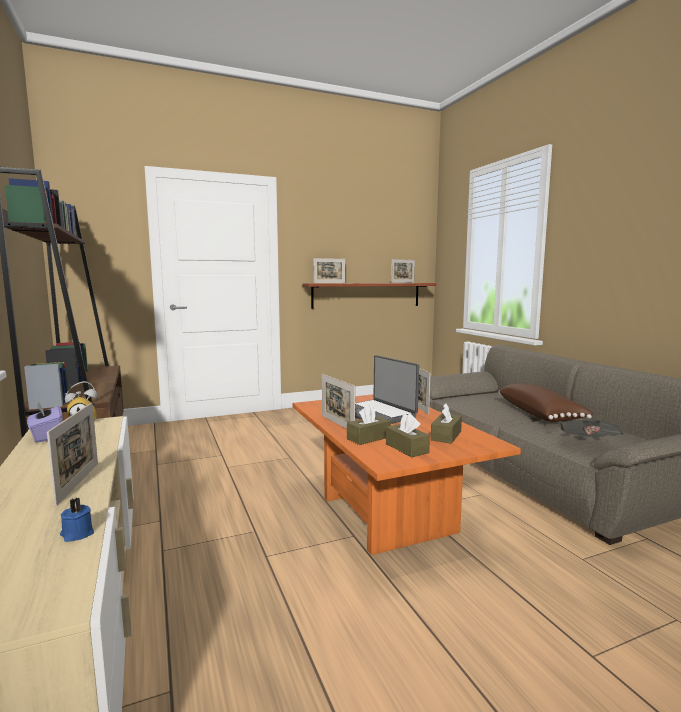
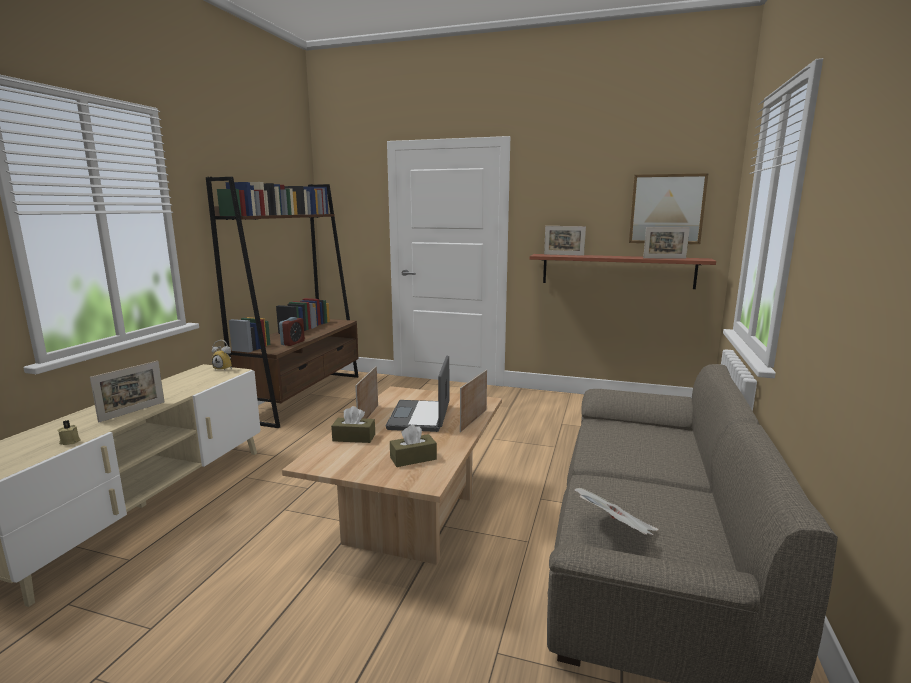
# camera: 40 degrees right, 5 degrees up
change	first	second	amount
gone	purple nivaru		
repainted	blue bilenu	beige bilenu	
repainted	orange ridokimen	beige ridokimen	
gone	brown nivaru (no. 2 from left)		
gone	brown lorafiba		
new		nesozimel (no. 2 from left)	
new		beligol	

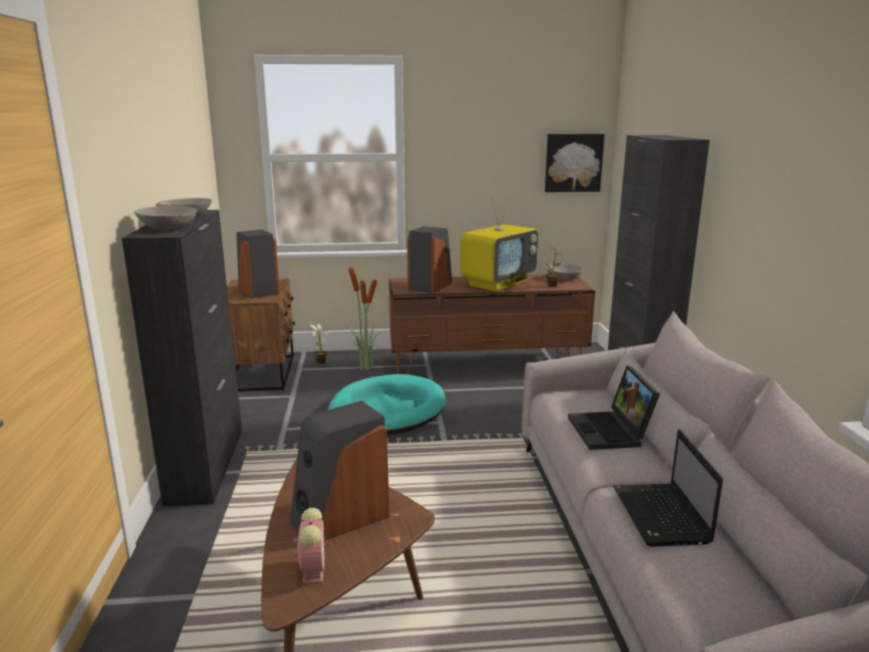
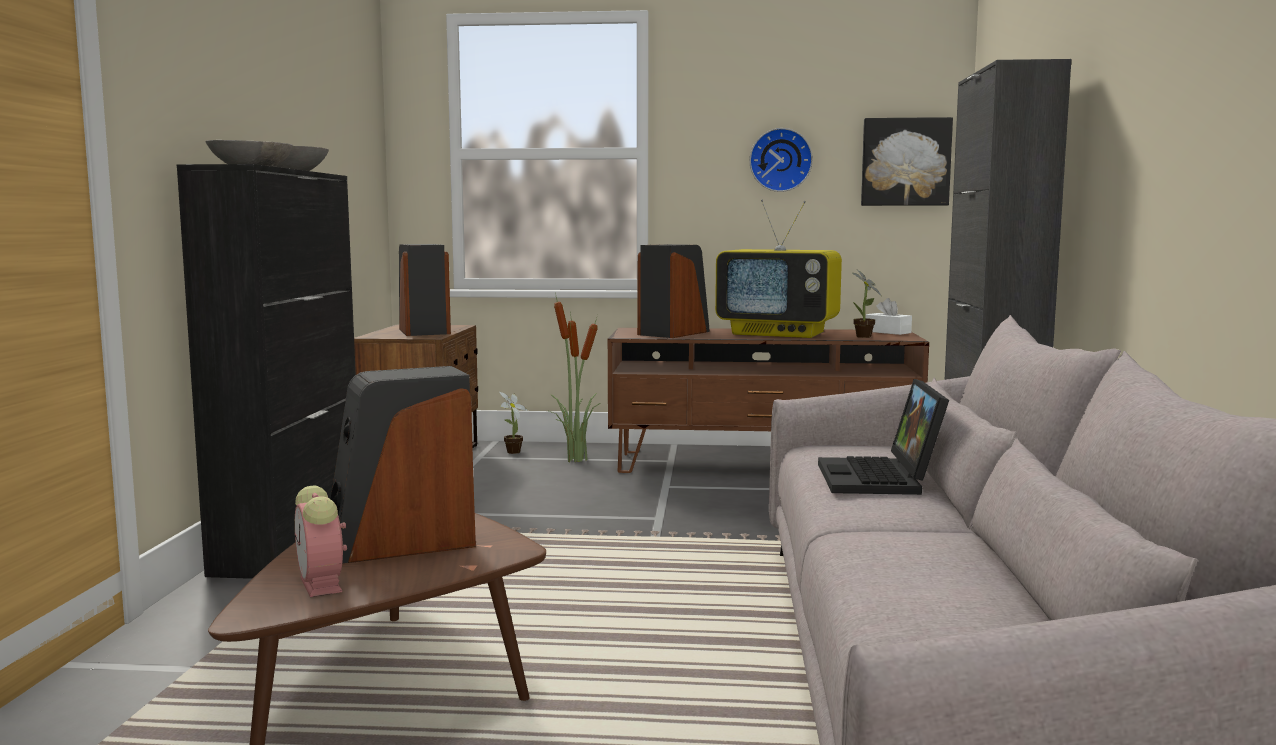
# camera: 10 degrees right, 10 degrees down
change	first	second	amount
rotated	nesozimel		150 degrees clockwise
gone	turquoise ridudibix		
rotated	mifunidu		60 degrees clockwise
swapped	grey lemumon (no. 3 from left)	white nivaru	
gone	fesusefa (no. 2 from left)		
new		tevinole	

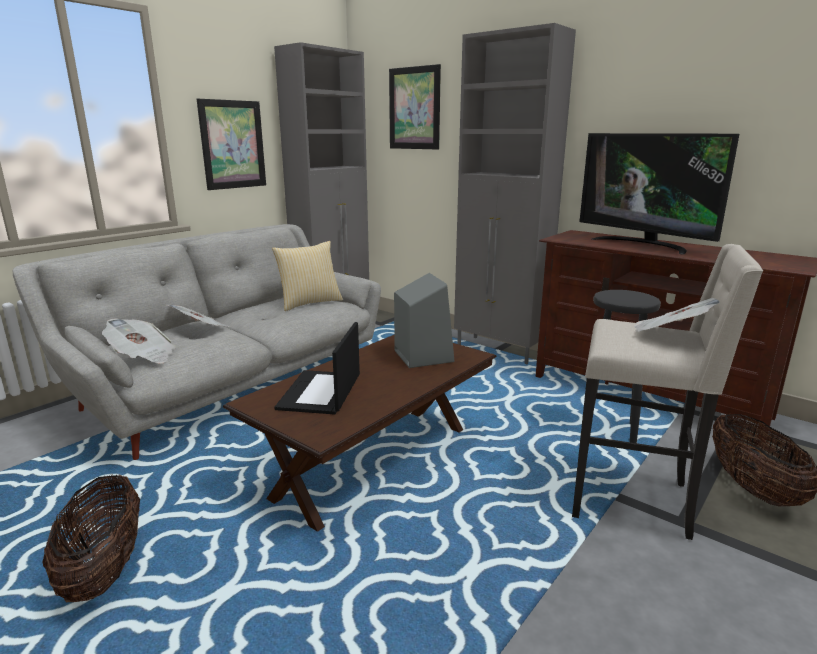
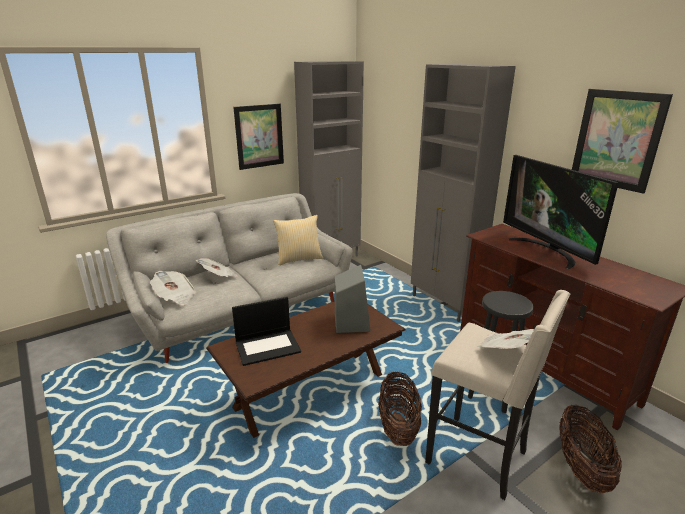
# camera: 15 degrees right, 5 degrees up
change	first	second	amount
shifted	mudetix (no. 1 from left)		
rotated	fesusefa		135 degrees counterclockwise
shifted	beligol (no. 2 from left)		

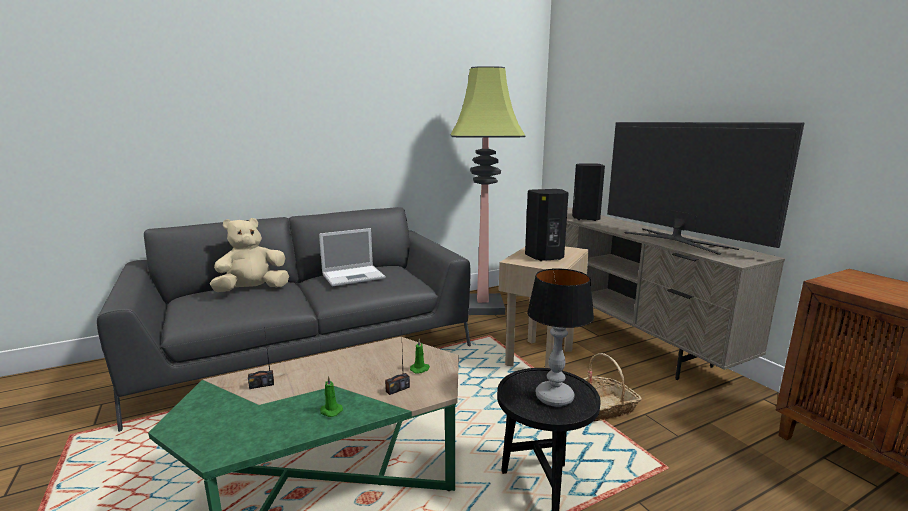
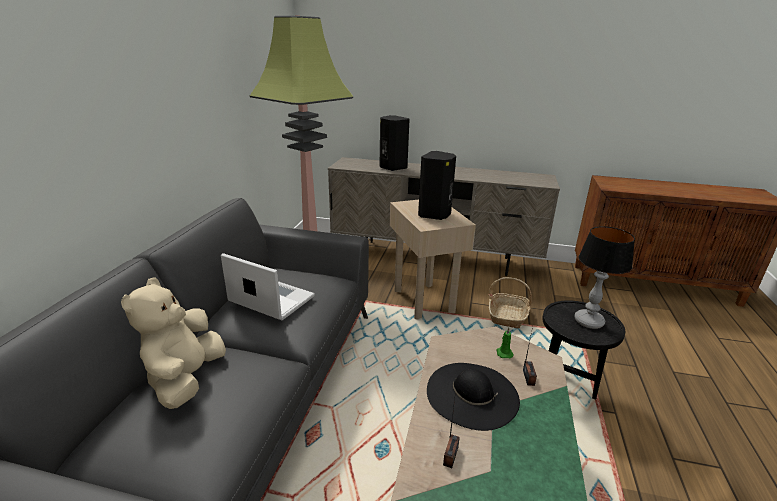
# camera: 50 degrees left, 10 degrees up
change	first	second	amount
rotated	fesusefa		75 degrees counterclockwise
gone	green bilenu (no. 1 from left)		
gone	mifunidu		
new		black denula	

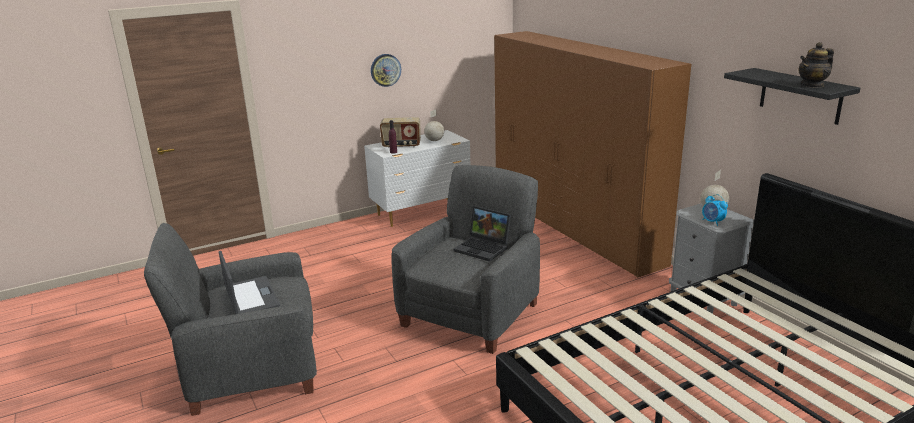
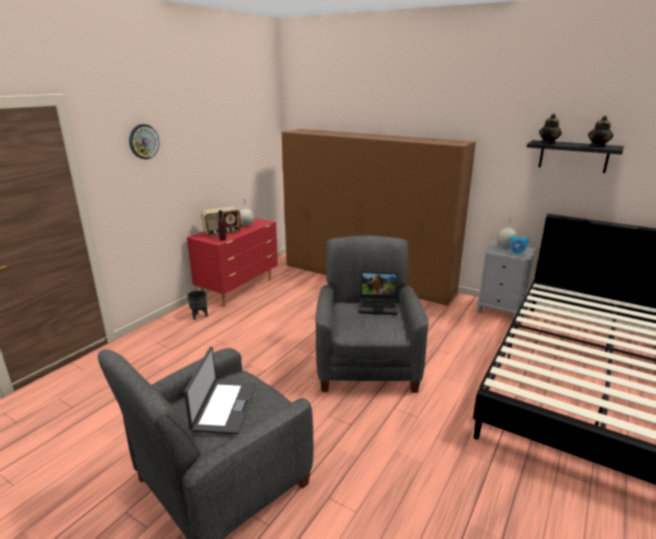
# camera: 30 degrees left, 0 degrees up
change	first	second	amount
rotated	fesusefa (no. 1 from left)		60 degrees clockwise
repainted	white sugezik	red sugezik	
shifted	tevinole		
new		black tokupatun	
new		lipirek (no. 1 from left)	

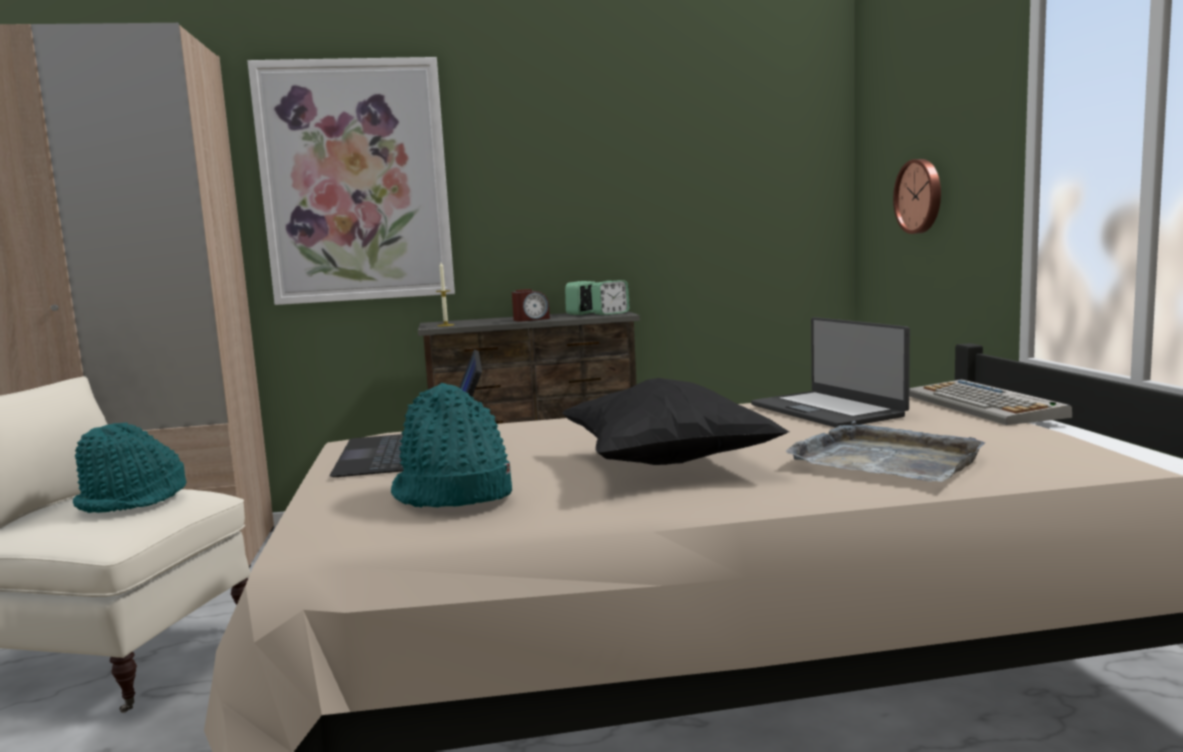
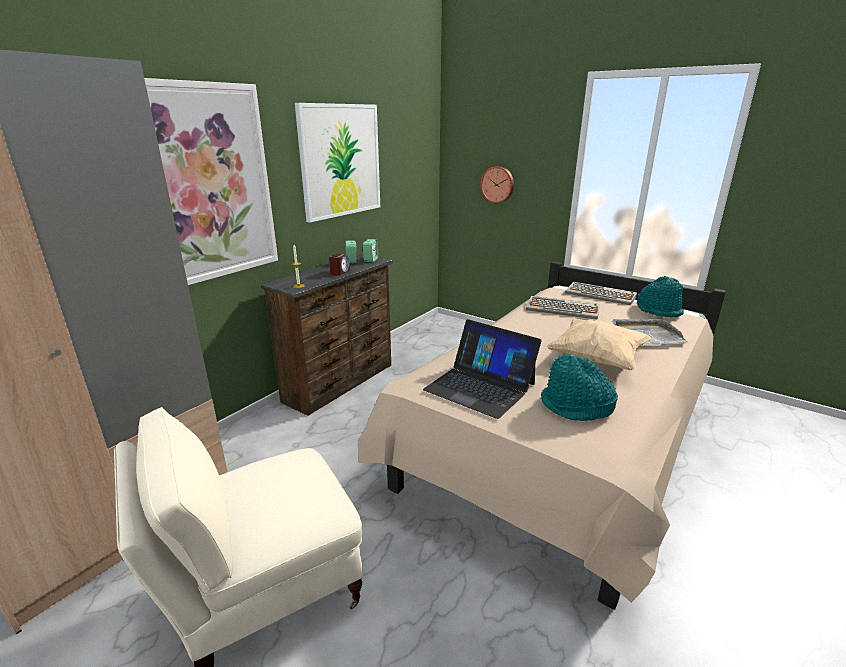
# camera: 45 degrees left, 15 degrees up
change	first	second	amount
shifted	turquoise denula (no. 1 from left in the first image)	turquoise denula (no. 2 from left)	
repainted	black lorafiba	beige lorafiba	
swapped	fesusefa (no. 2 from left)	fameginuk (no. 1 from left)	
new		beligol (no. 2 from left)	

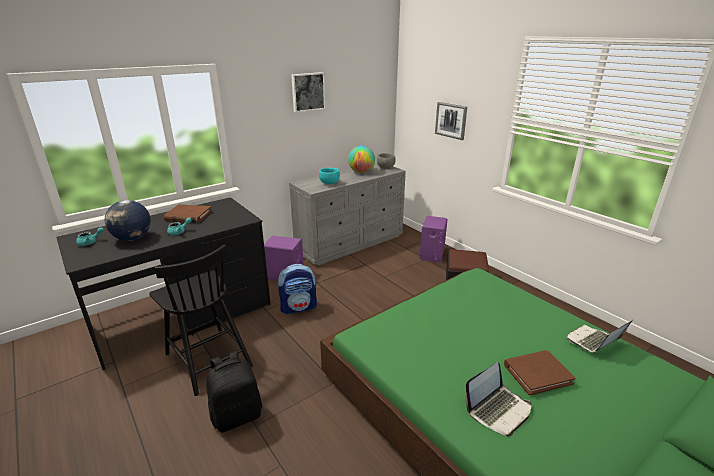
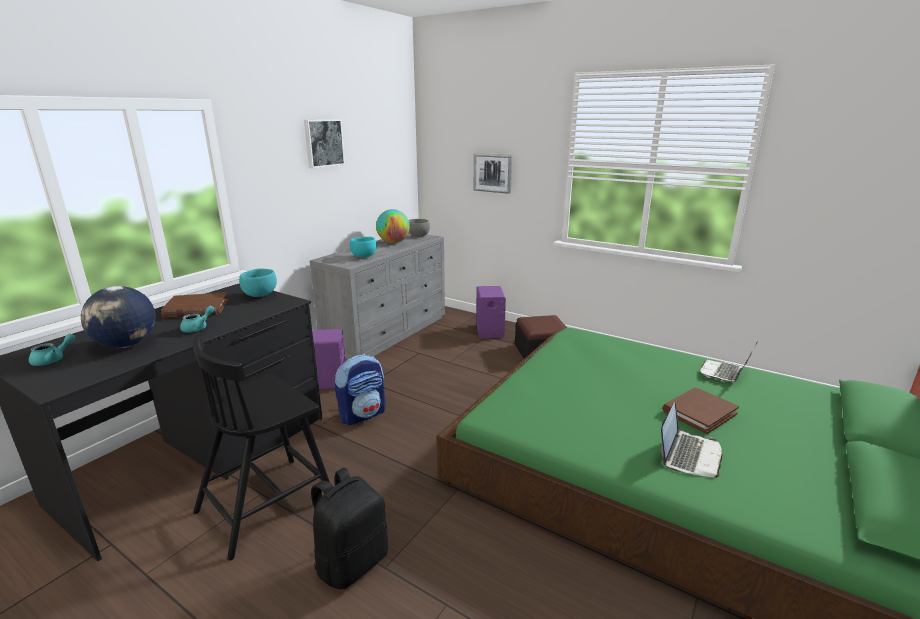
# camera: 20 degrees left, 5 degrees down
change	first	second	amount
rotated	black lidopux		105 degrees clockwise
new		turquoise lemumon (no. 1 from left)	

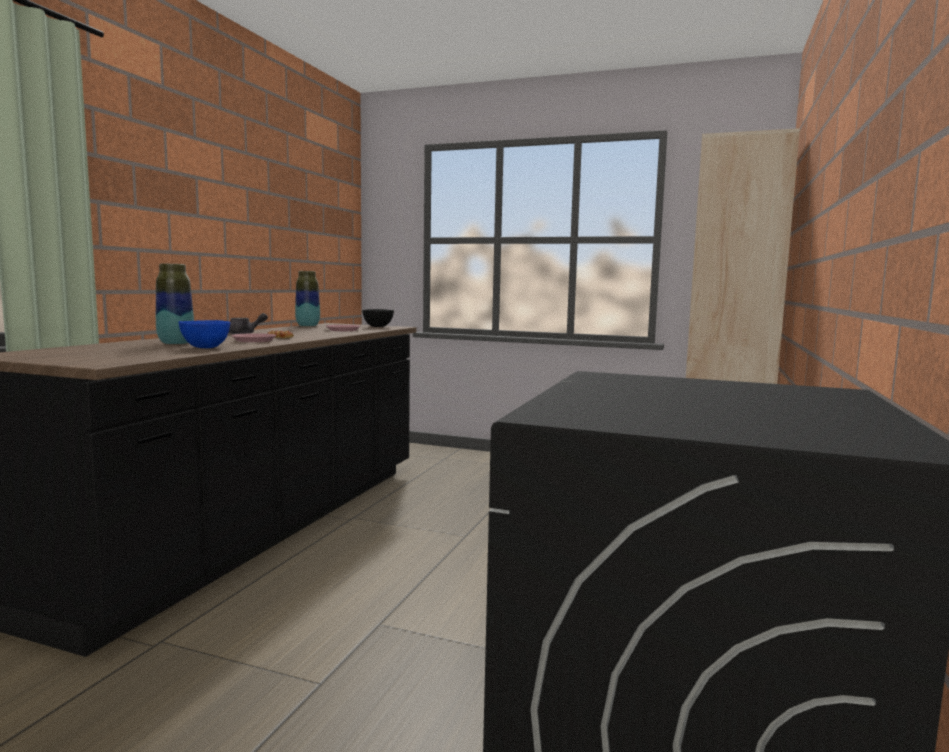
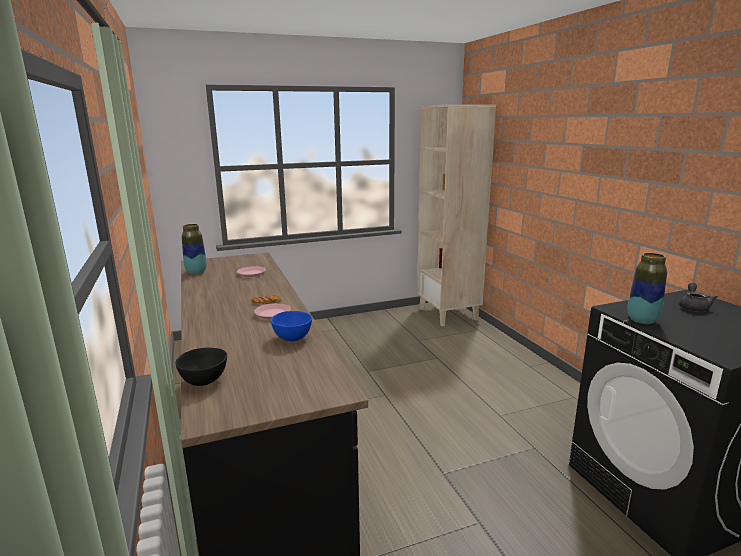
# camera: 40 degrees left, 10 degrees up
change	first	second	amount
shifted	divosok (no. 1 from left in the first image)	divosok (no. 2 from left)	
shifted	grey lipirek		
shifted	black lemumon		

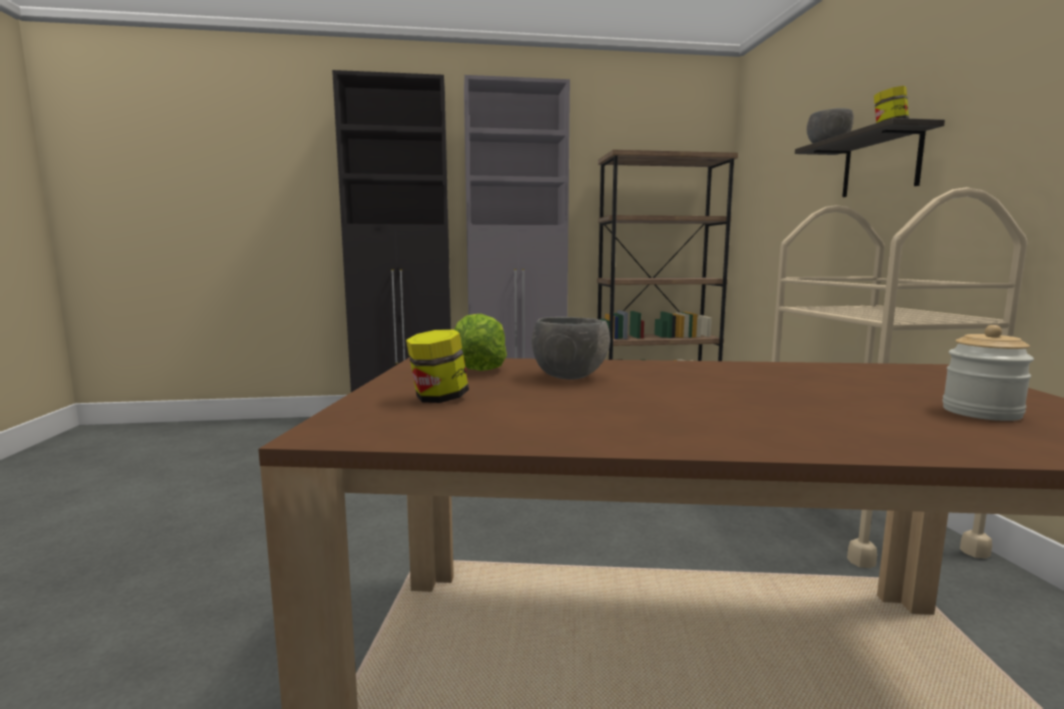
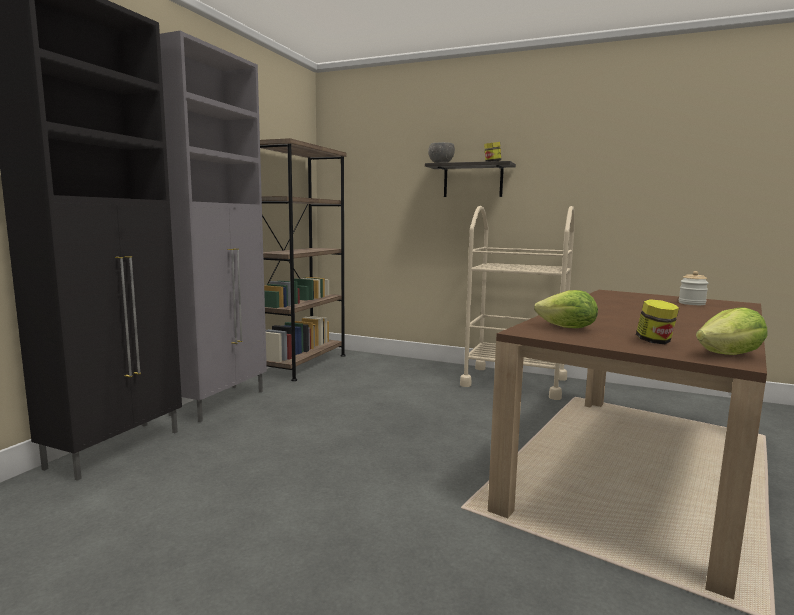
# camera: 60 degrees left, 0 degrees up
change	first	second	amount
gone	grey lemumon (no. 1 from left)		
new		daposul (no. 2 from left)	

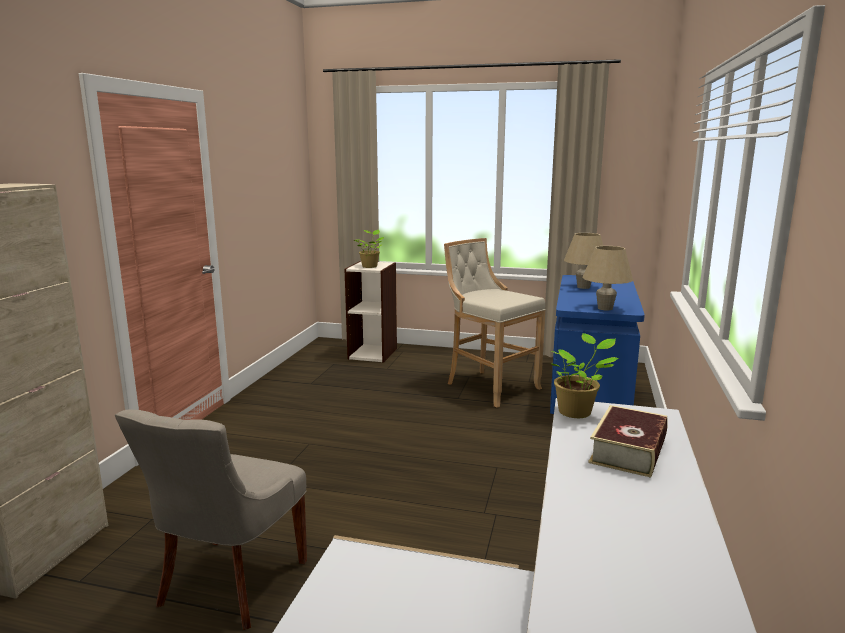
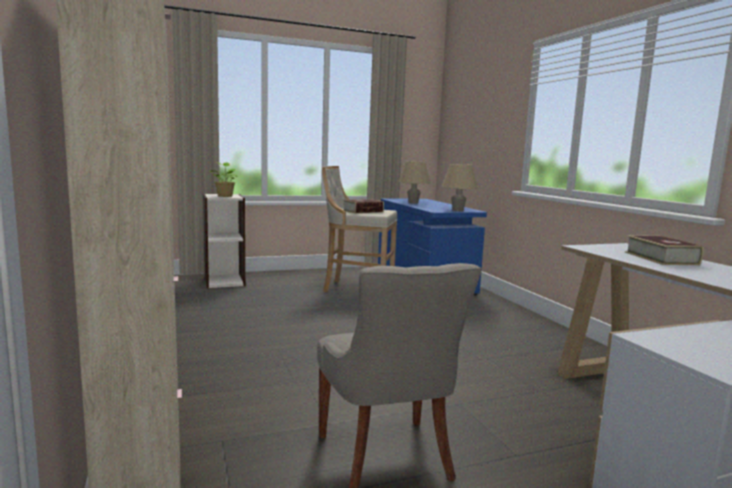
# camera: 35 degrees left, 5 degrees down
change	first	second	amount
gone	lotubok (no. 2 from left)		
new		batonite (no. 1 from left)	

